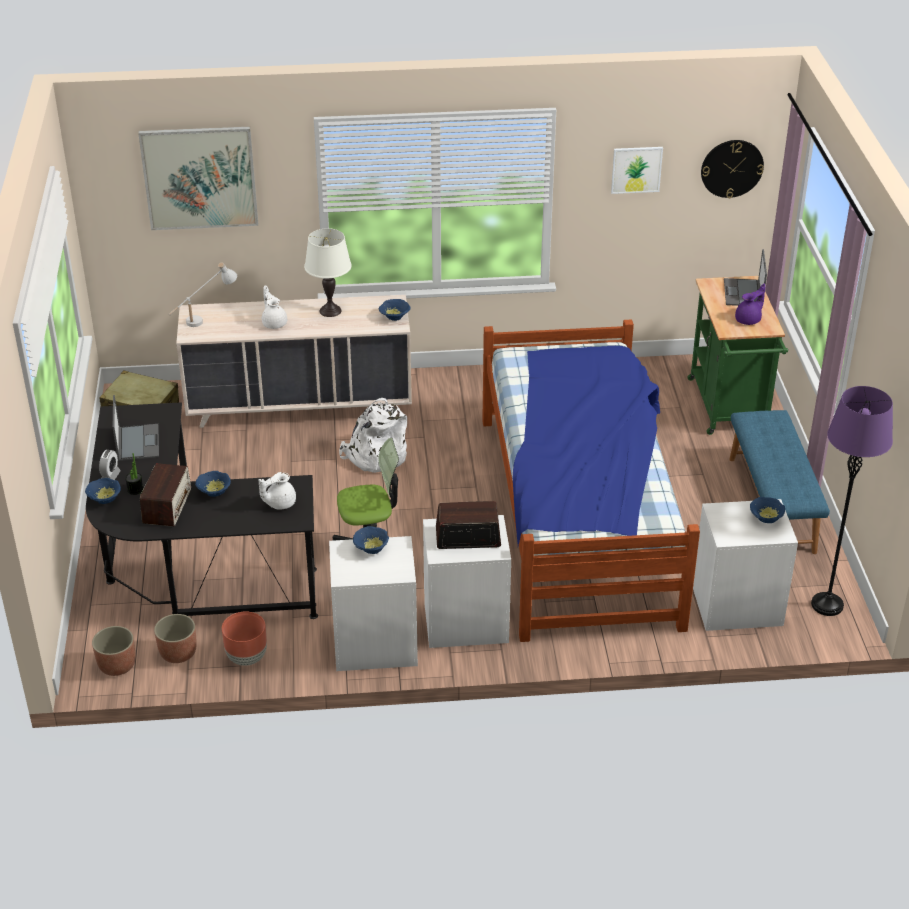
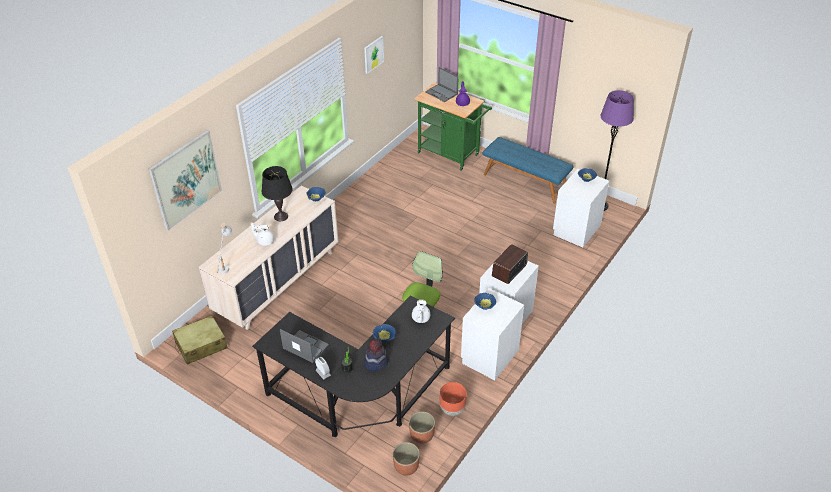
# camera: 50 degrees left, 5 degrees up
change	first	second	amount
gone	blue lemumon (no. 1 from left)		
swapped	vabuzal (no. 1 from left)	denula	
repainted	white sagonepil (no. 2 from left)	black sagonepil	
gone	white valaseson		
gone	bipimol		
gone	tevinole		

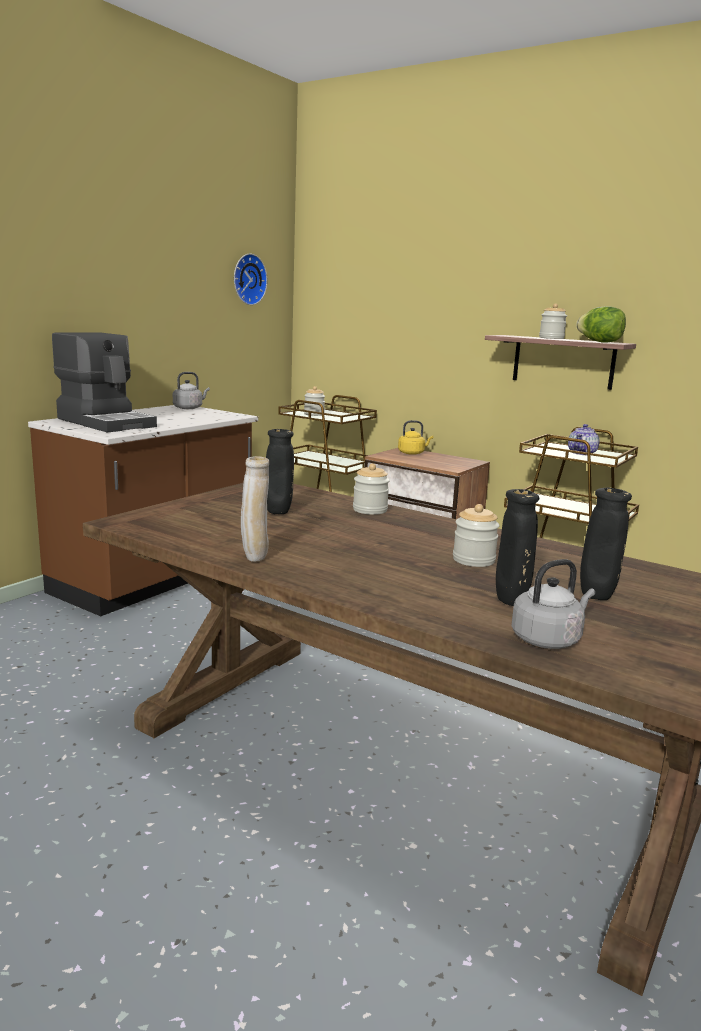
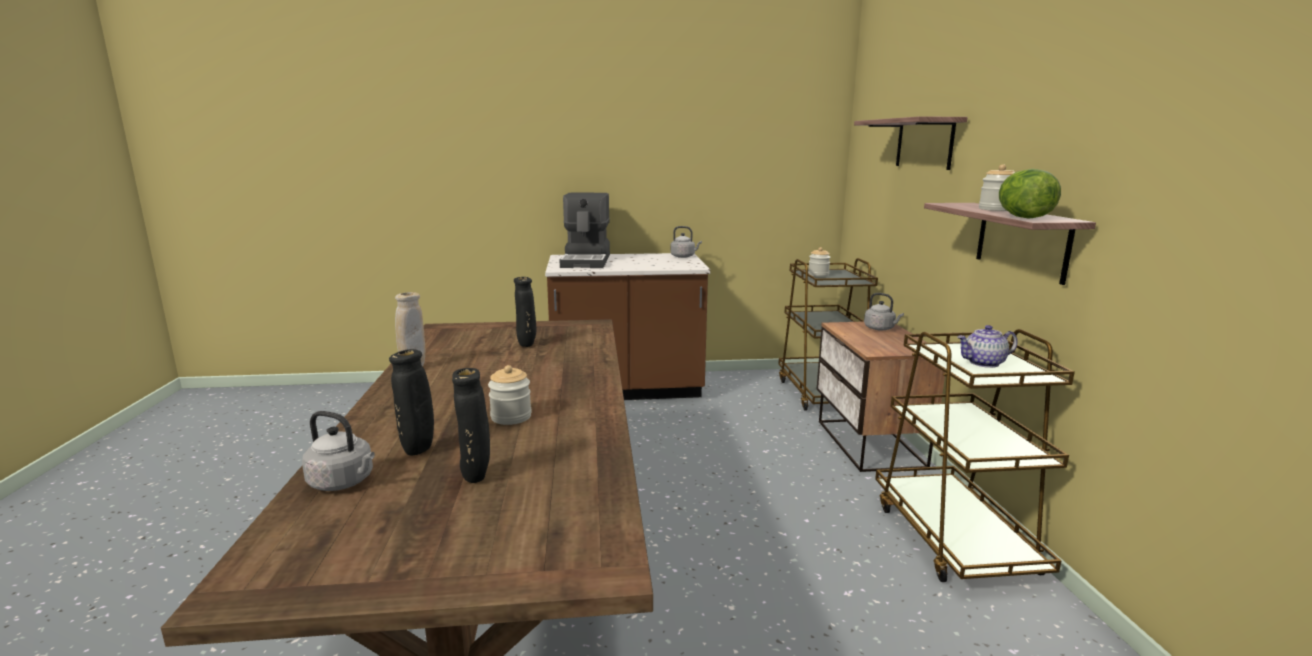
# camera: 50 degrees right, 0 degrees up
change	first	second	amount
gone	tevinole		
gone	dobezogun (no. 2 from left)		
repainted	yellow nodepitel	grey nodepitel (no. 3 from left)	
new		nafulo (no. 1 from left)	

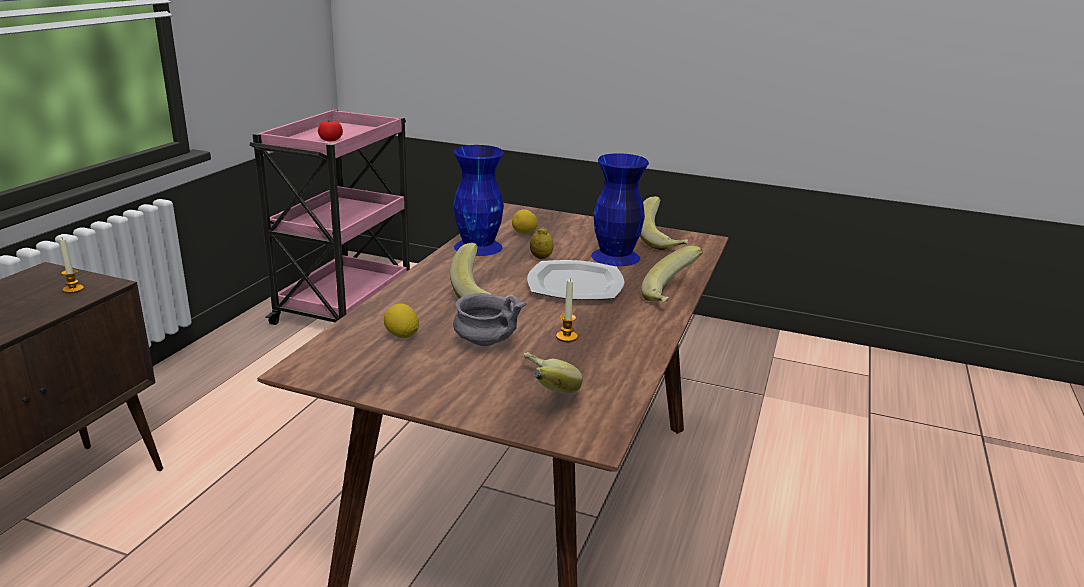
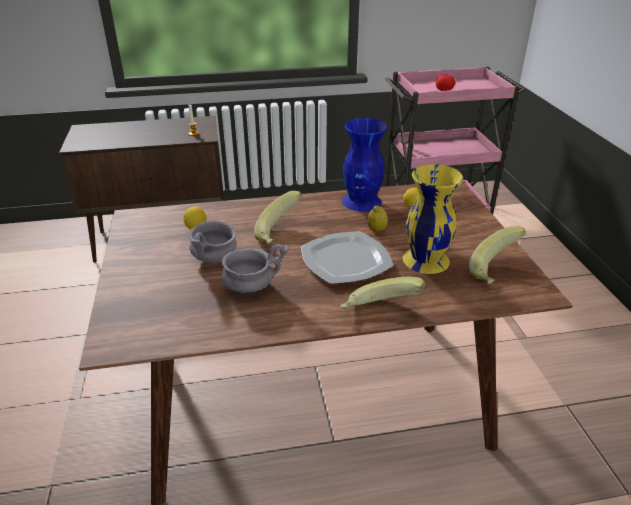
# camera: 60 degrees right, 10 degrees up
change	first	second	amount
gone	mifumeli (no. 2 from left)		
swapped	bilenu (no. 2 from left)	grey lemumon (no. 2 from left)	
repainted	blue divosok (no. 2 from left)	yellow divosok	

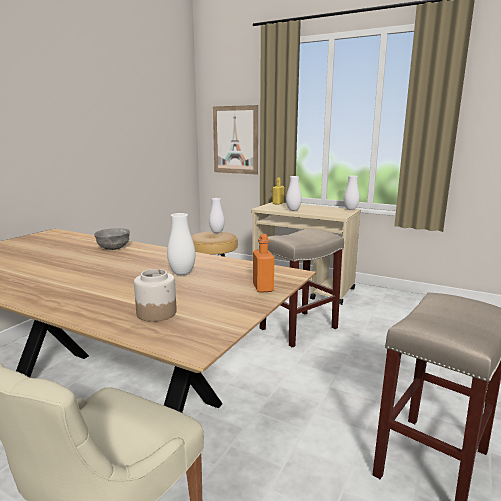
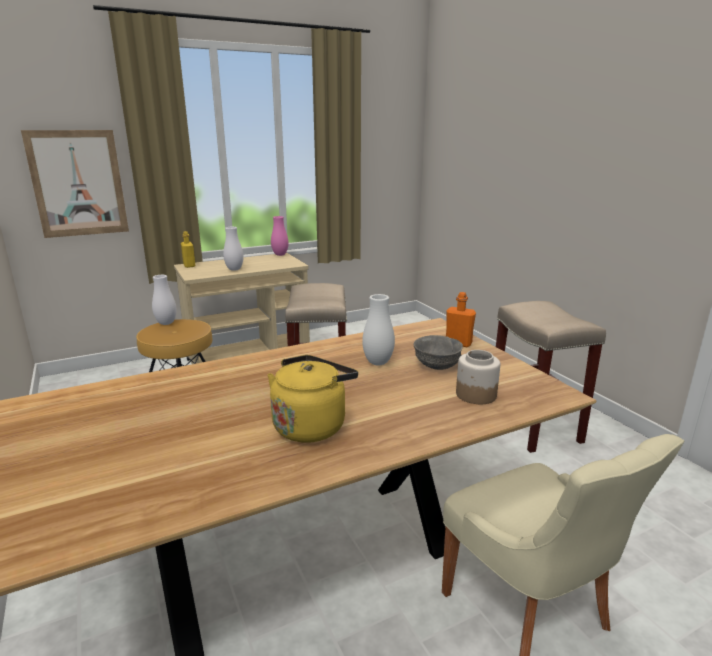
# camera: 55 degrees left, 5 degrees up
change	first	second	amount
shifted	grey lemumon		
repainted	white divosok (no. 4 from left)	pink divosok	
new		yellow nodepitel	

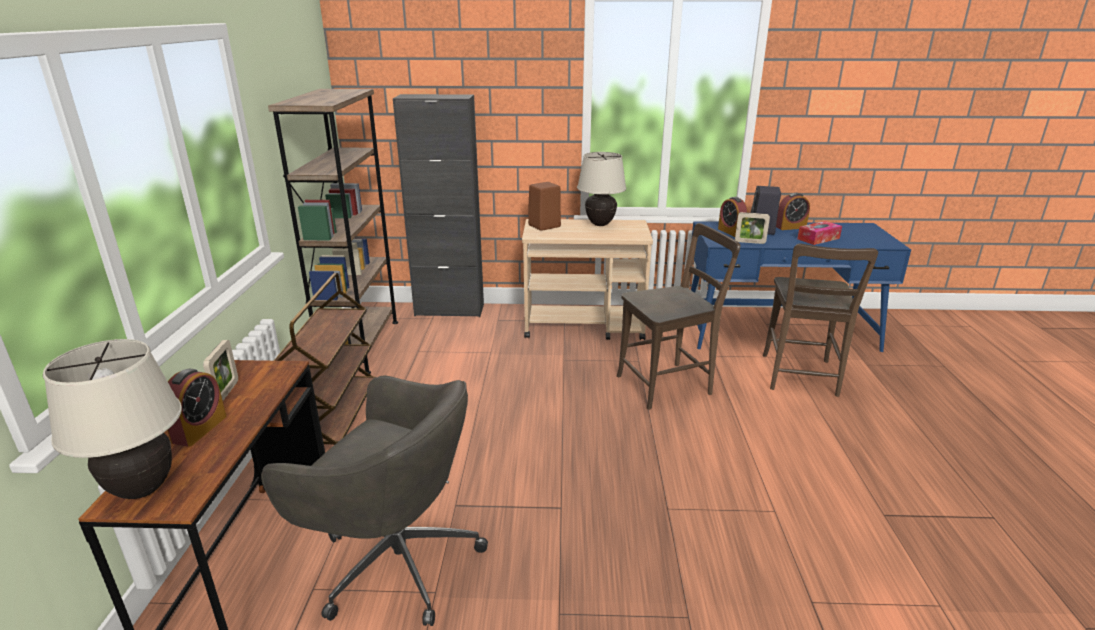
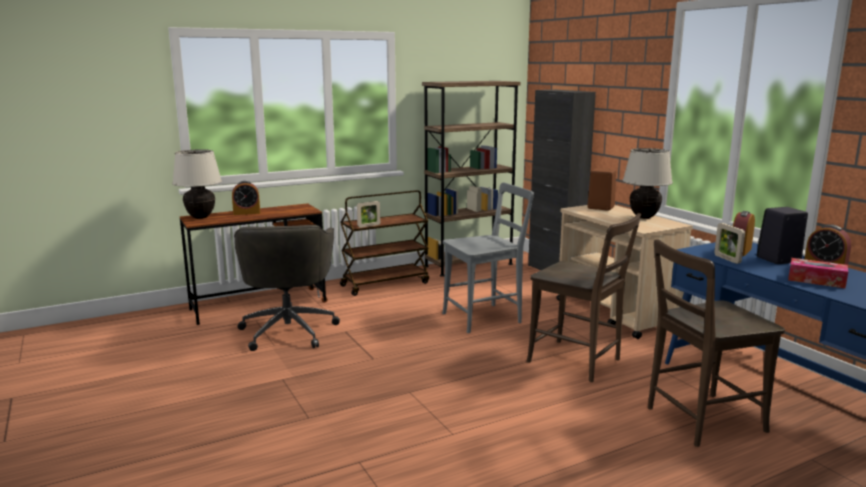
# camera: 60 degrees right, 10 degrees down
change	first	second	amount
shifted	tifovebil (no. 1 from left)		
new		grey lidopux	

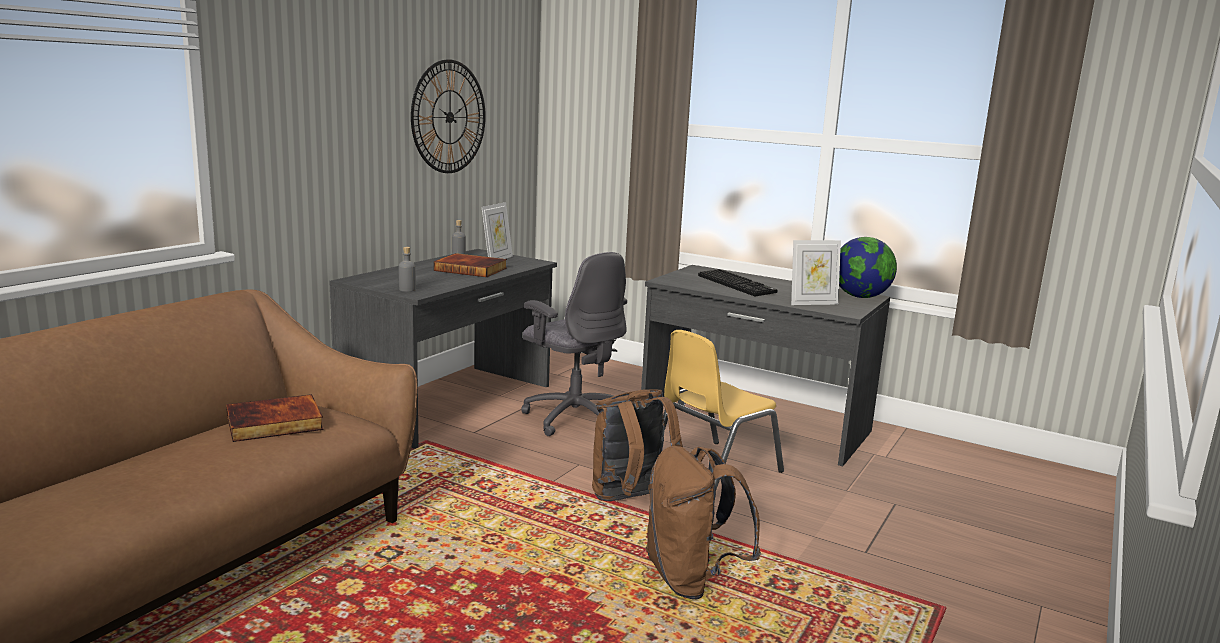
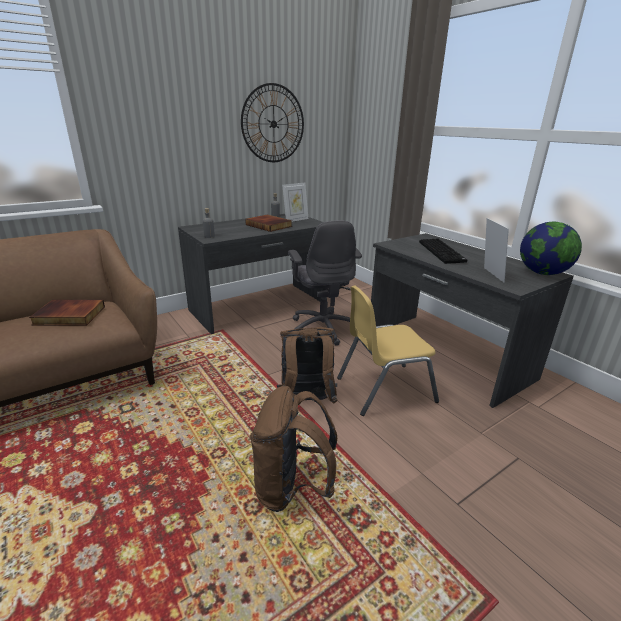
# camera: 25 degrees right, 10 degrees up
change	first	second	amount
rotated	tifovebil (no. 2 from left)		105 degrees counterclockwise

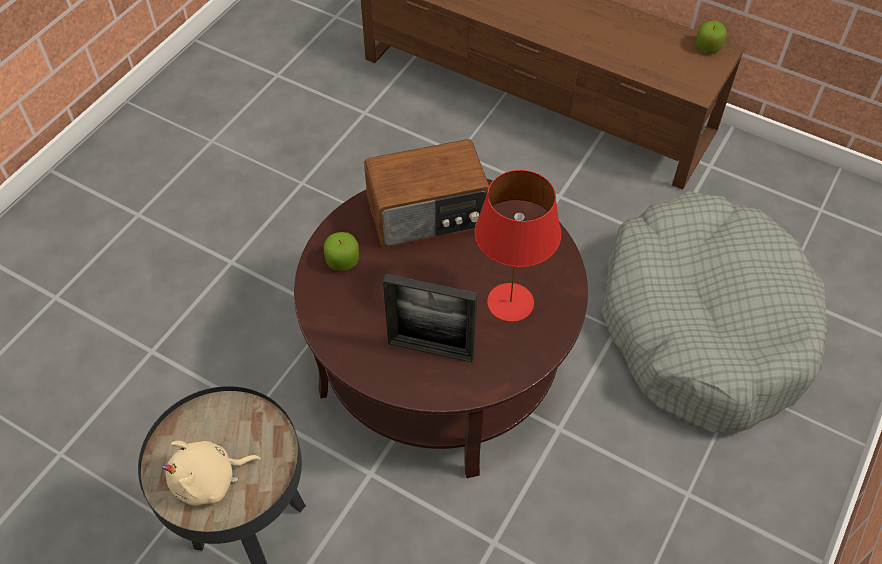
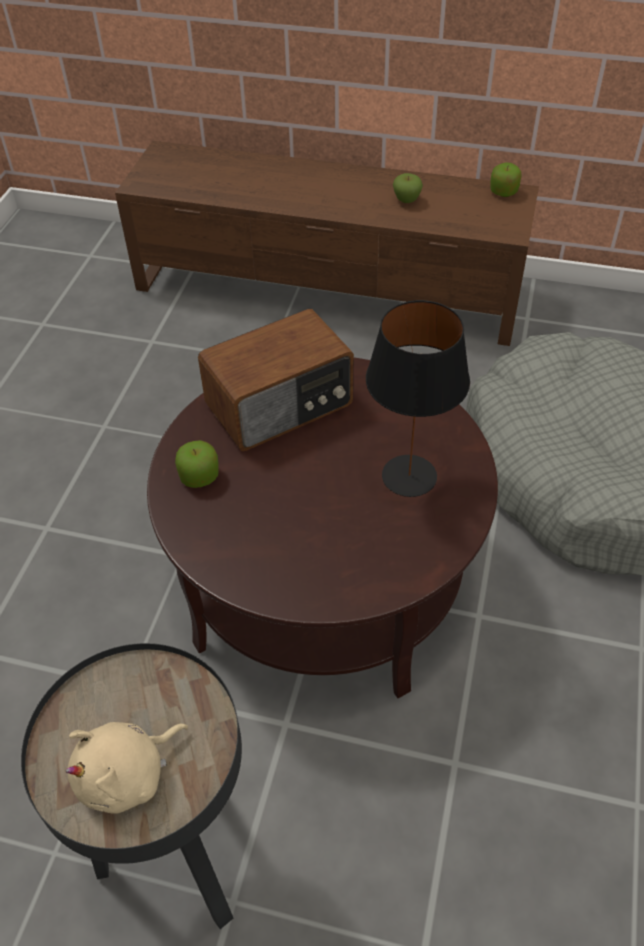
# camera: 15 degrees left, 5 degrees down
change	first	second	amount
gone	tifovebil		
repainted	red sagonepil	black sagonepil	
new		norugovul (no. 2 from left)	

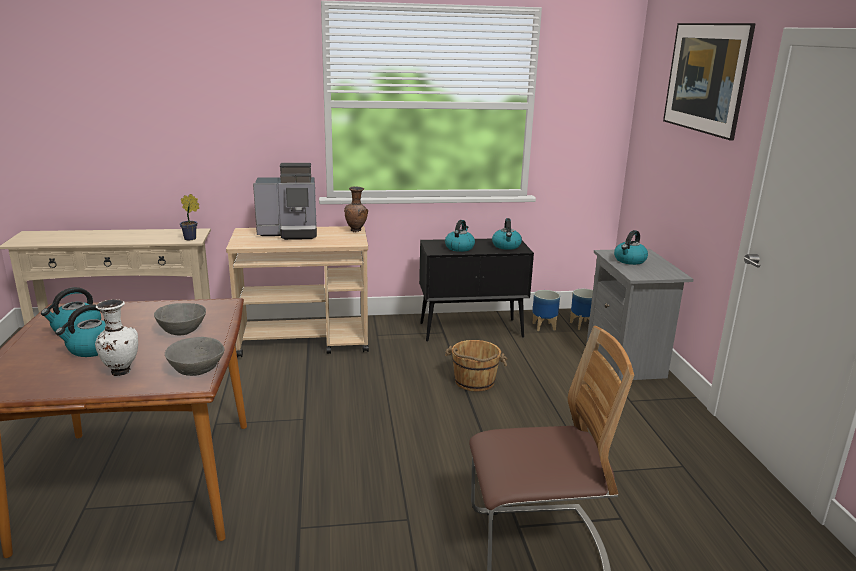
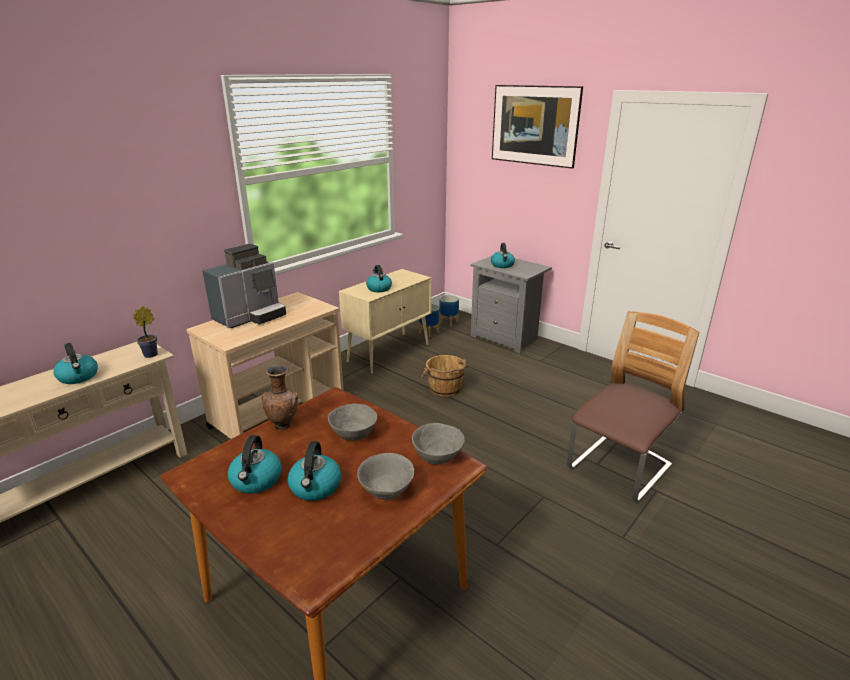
# camera: 40 degrees left, 5 degrees up
change	first	second	amount
swapped	white divosok	grey lemumon (no. 2 from left)	
shifted	brown divosok		
repainted	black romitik	beige romitik	
shifted	nodepitel (no. 4 from left in the first image)	nodepitel (no. 1 from left)	

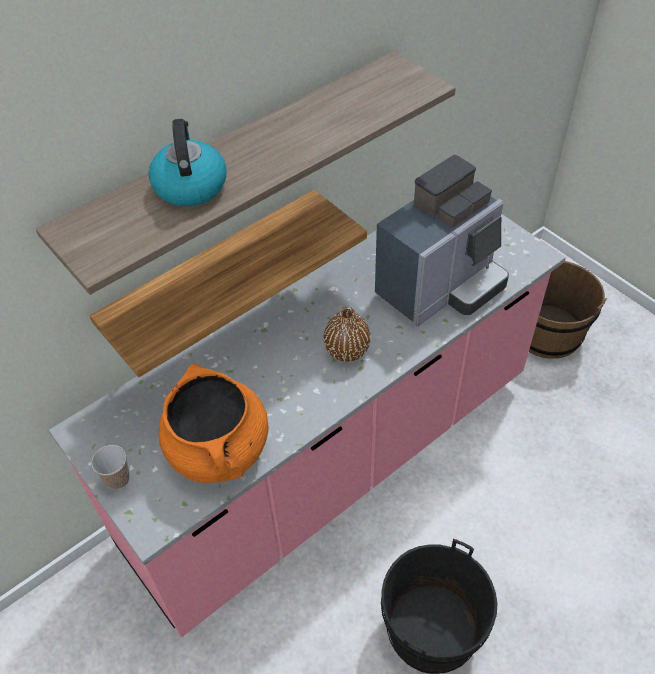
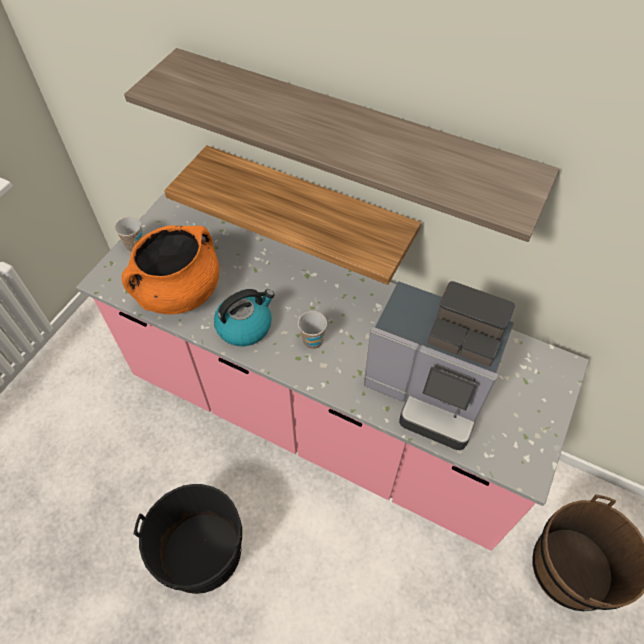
# camera: 65 degrees right, 5 degrees up
change	first	second	amount
shifted	nodepitel		
swapped	brown divosok	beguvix (no. 2 from left)	

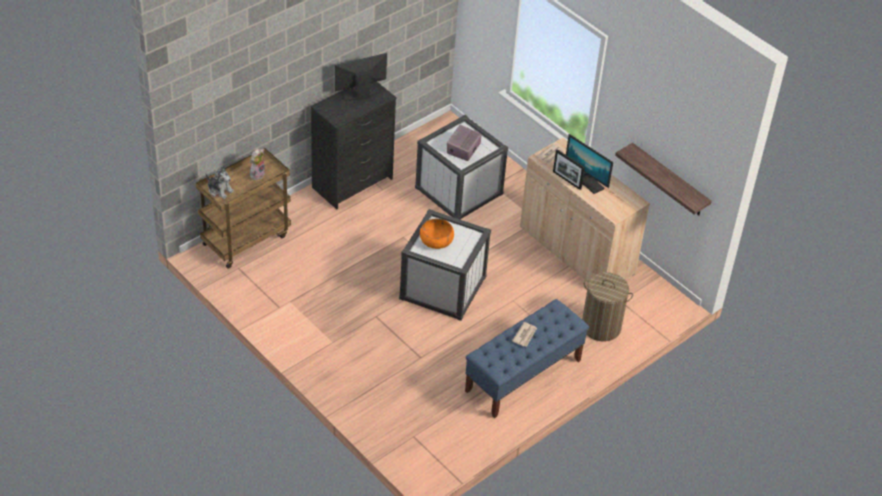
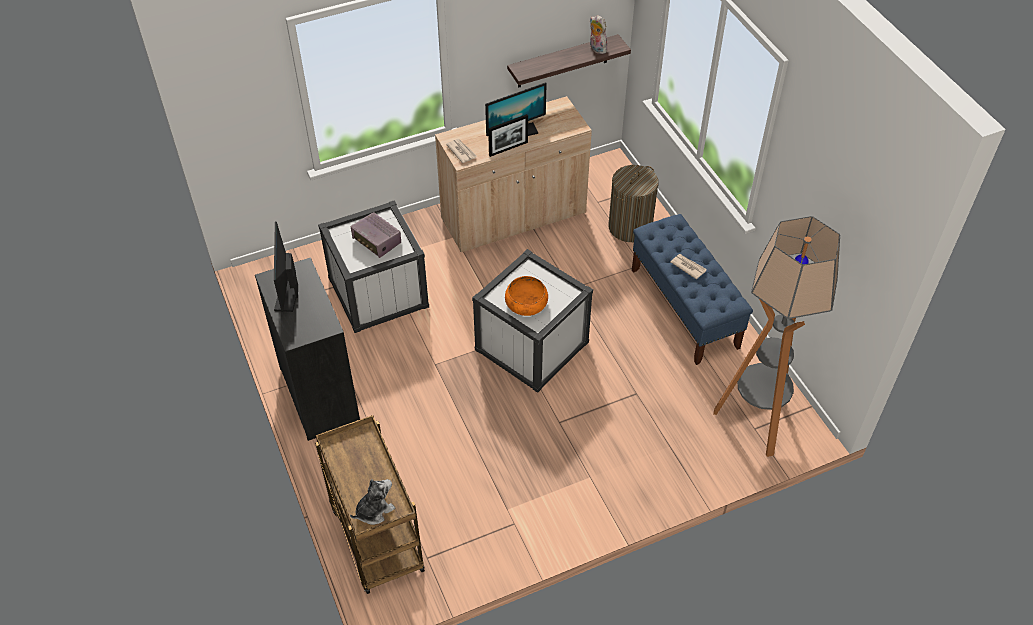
# camera: 70 degrees left, 5 degrees up
change	first	second	amount
shifted	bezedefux (no. 2 from left)		
new		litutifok	

